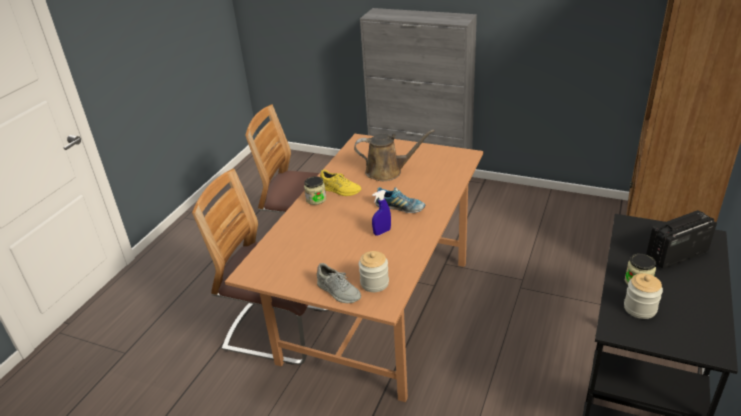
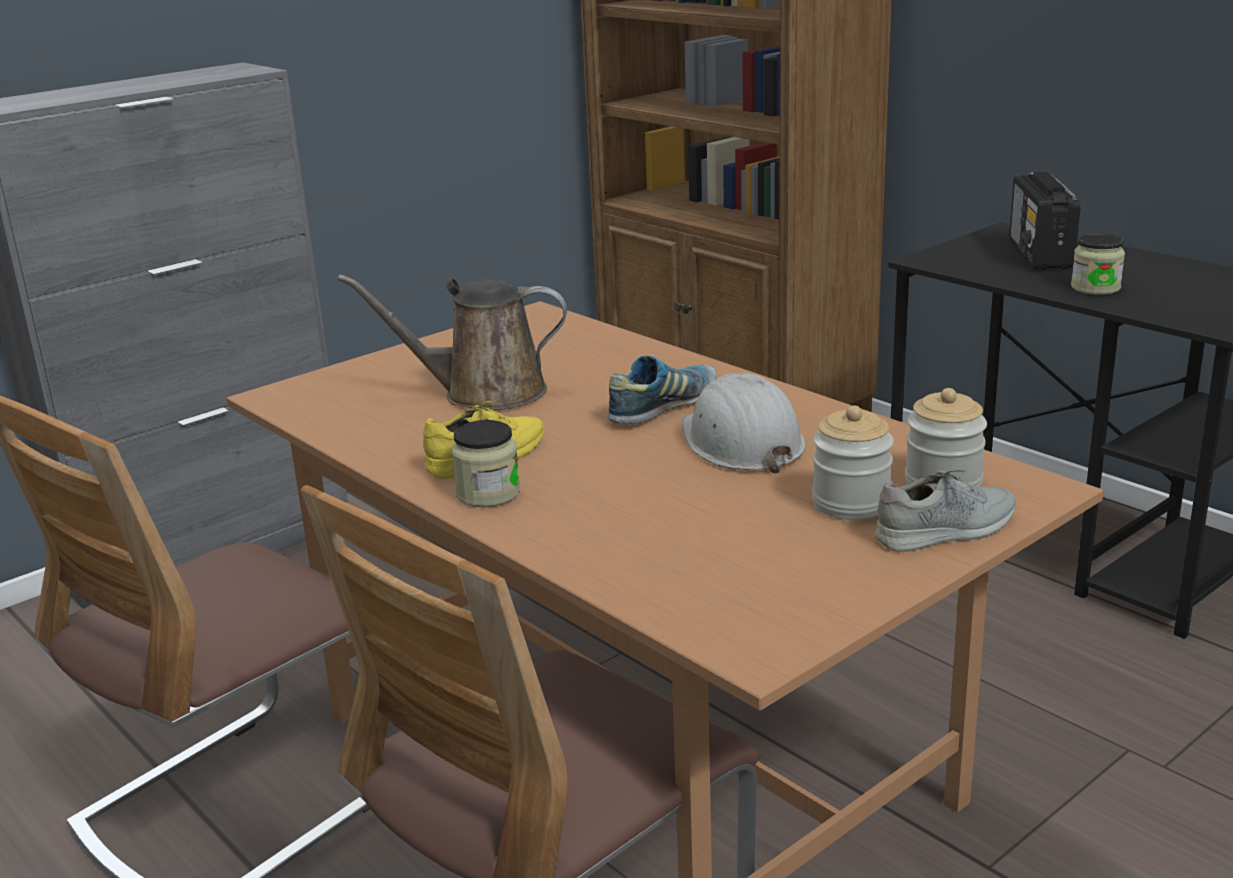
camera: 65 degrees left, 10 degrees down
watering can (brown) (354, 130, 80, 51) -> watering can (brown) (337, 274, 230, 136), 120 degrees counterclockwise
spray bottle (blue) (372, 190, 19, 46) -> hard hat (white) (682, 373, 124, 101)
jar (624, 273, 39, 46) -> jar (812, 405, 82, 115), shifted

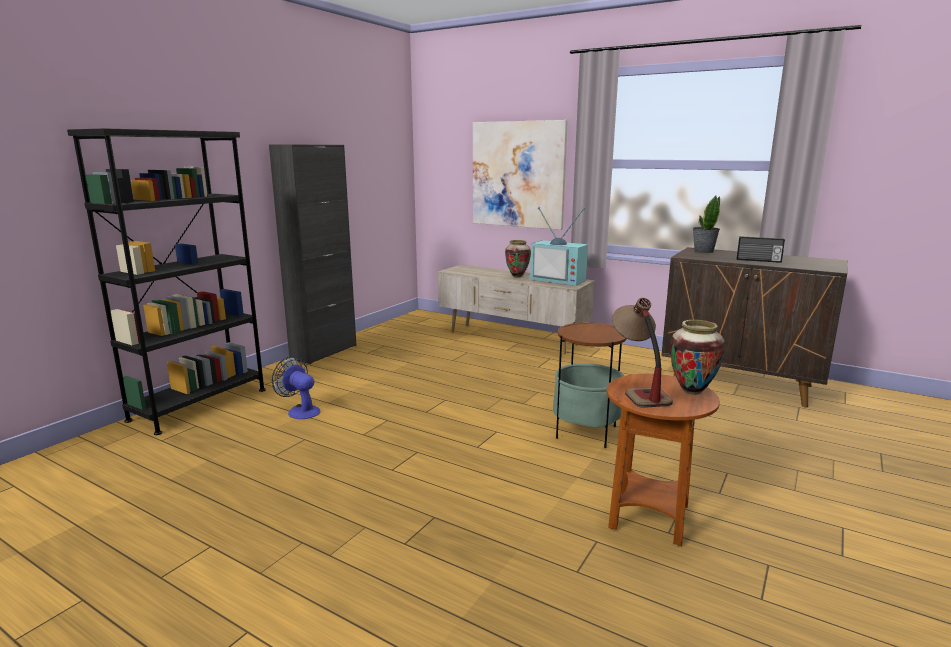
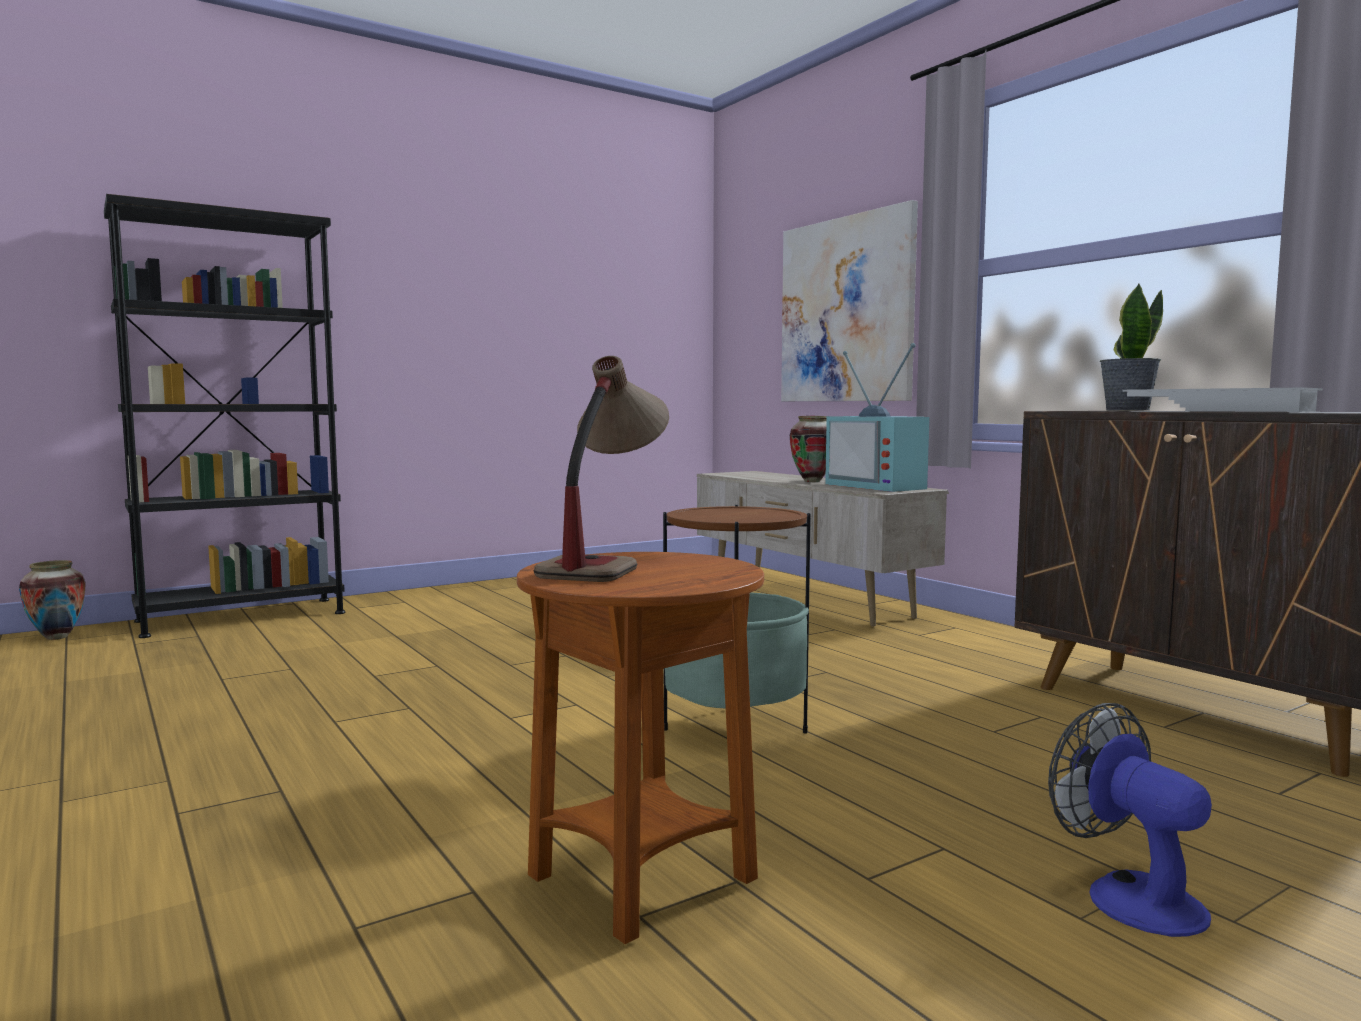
camera: 25 degrees right, 10 degrees down
vase (670, 320, 56, 75) -> vase (19, 560, 66, 80), shifted
fan (272, 356, 48, 63) -> fan (1048, 703, 164, 234), shifted
radio (737, 236, 48, 27) -> tray (white) (1122, 387, 201, 25)
cabinet (black) (269, 144, 88, 220) -> none

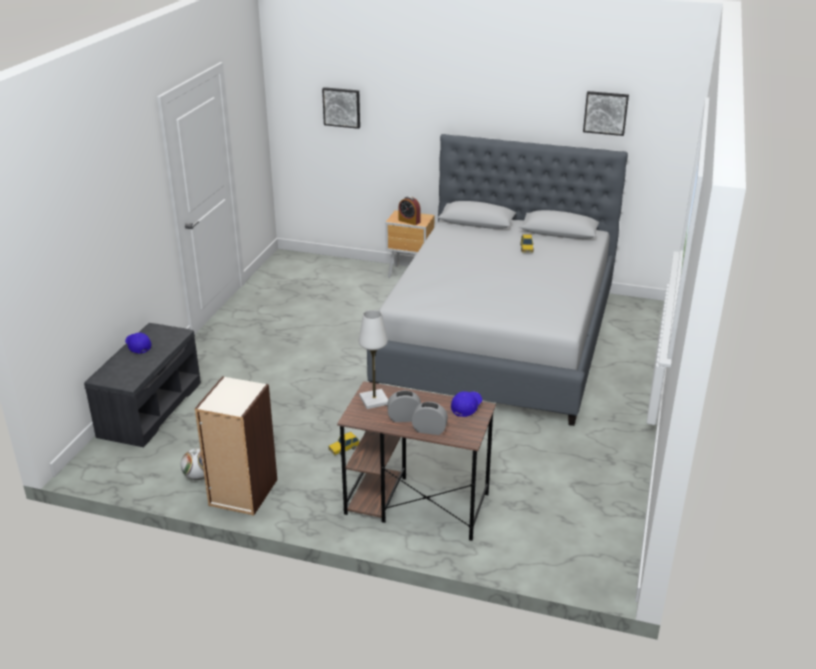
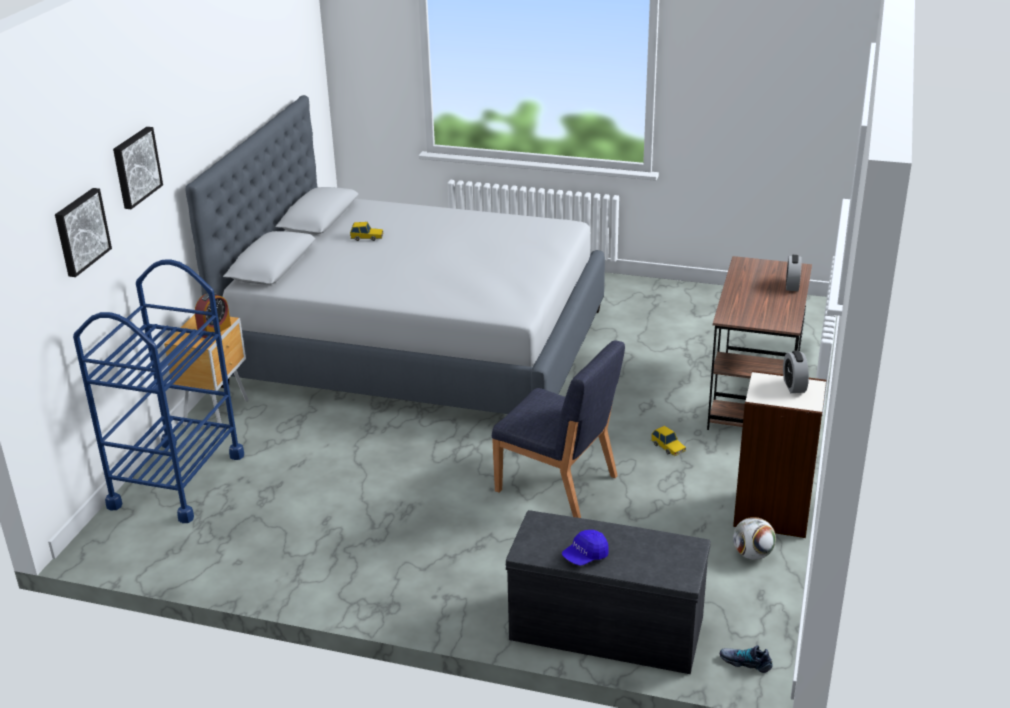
camera: 90 degrees left, 0 degrees up
none -> cart (blue) (73, 259, 171, 264)
picture (583, 91, 46, 45) -> picture (113, 127, 50, 82), shifted
none -> chair (blue) (492, 340, 133, 178)
none -> shoe (720, 645, 52, 28)
alarm clock (387, 390, 34, 32) -> alarm clock (783, 351, 26, 42), shifted
table lamp (white) (359, 310, 29, 99) -> none
cap (blue) (451, 391, 31, 26) -> none

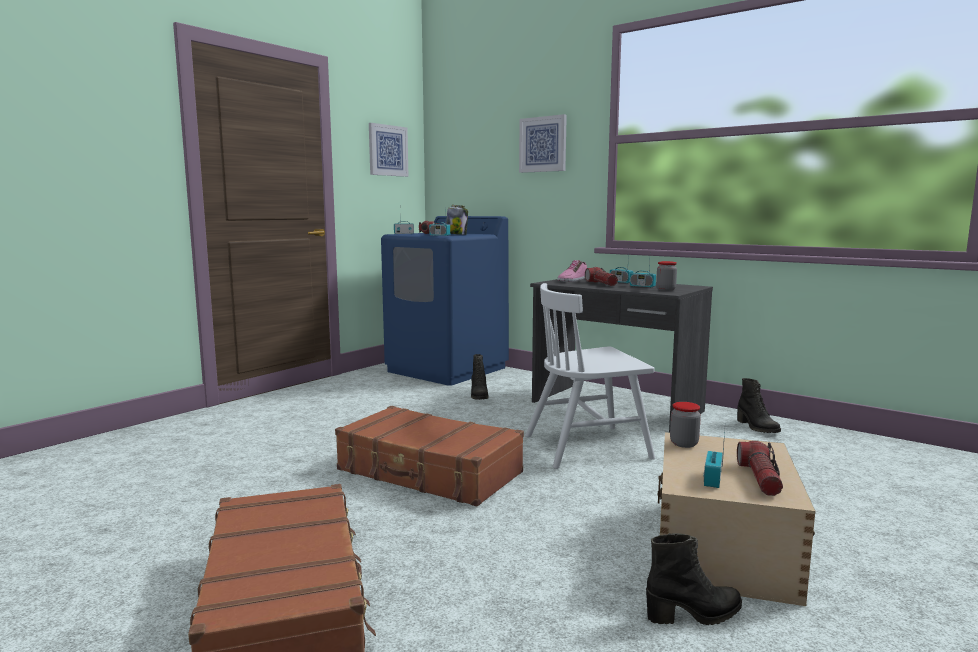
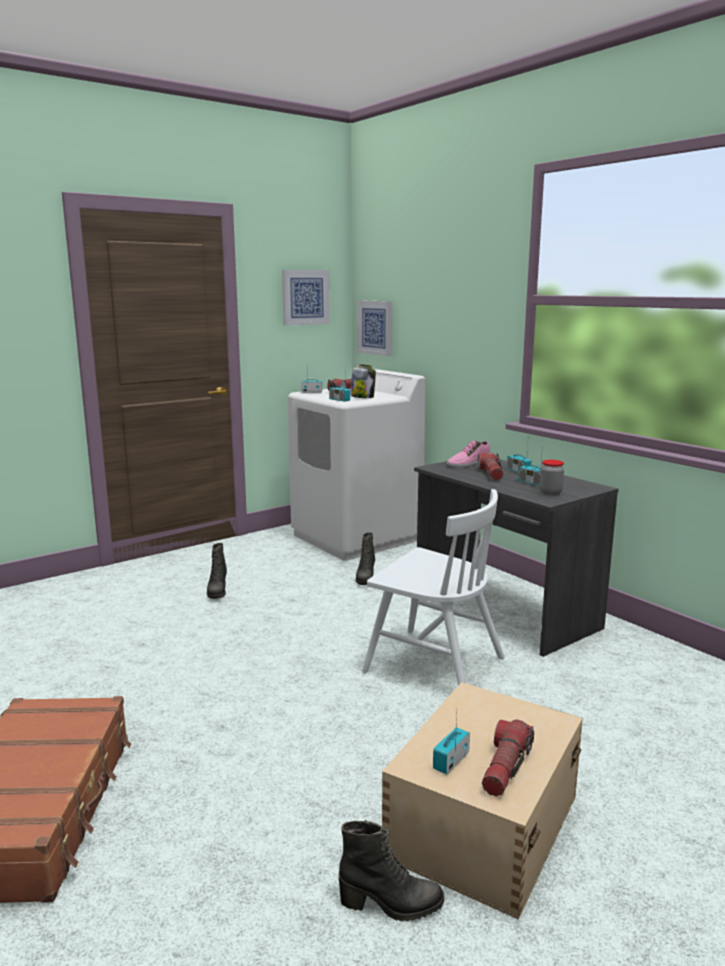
camera: 15 degrees right, 5 degrees up
boot (black) (737, 378, 44, 55) -> boot (black) (207, 543, 20, 56), shifted
washing machine (blue) (381, 216, 128, 170) -> washing machine (white) (288, 369, 137, 192)
picture (519, 114, 48, 59) -> picture (357, 300, 36, 56), shifted
chair (white) (525, 283, 130, 186) -> chair (white) (362, 489, 142, 196), 150 degrees counterclockwise
suitcase (brown) (335, 406, 189, 101) -> none
jar (670, 402, 31, 46) -> none

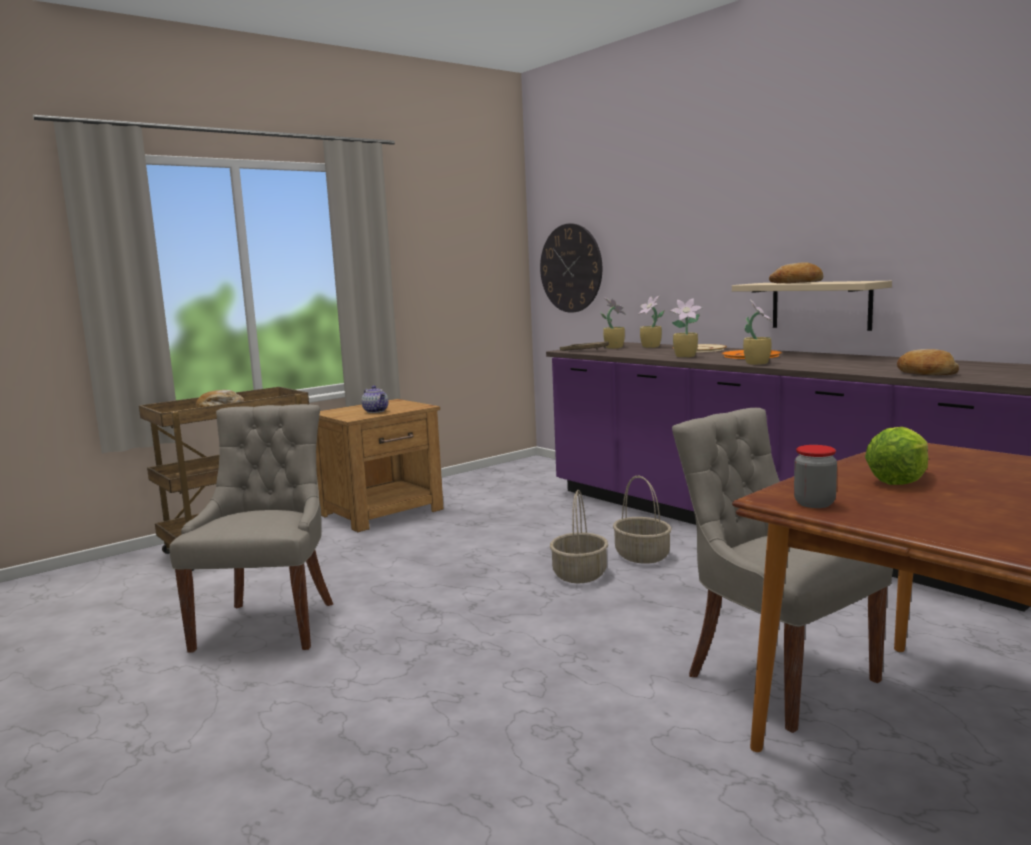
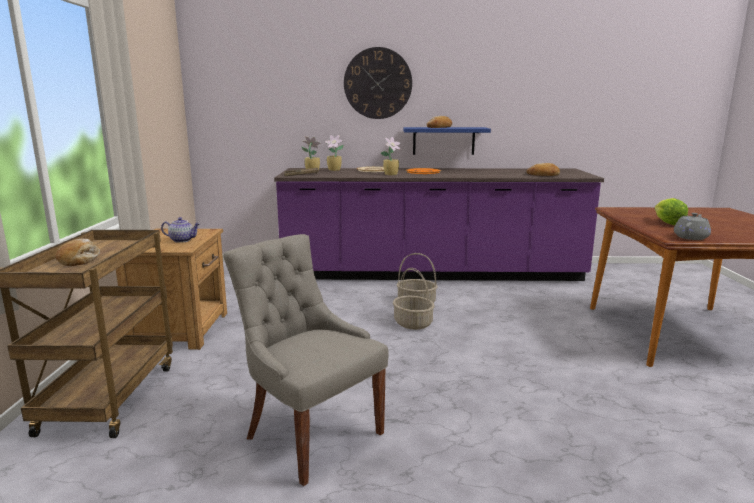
camera: 50 degrees left, 5 degrees up
wall clock (540, 223, 62, 90) -> wall clock (344, 47, 68, 72), shifted
shelf (beige) (732, 281, 160, 50) -> shelf (blue) (403, 127, 88, 28)
jar (794, 445, 43, 63) -> teapot (grey) (674, 213, 37, 27)
chair (grey) (672, 408, 221, 325) -> none
potted plant (743, 300, 29, 65) -> none

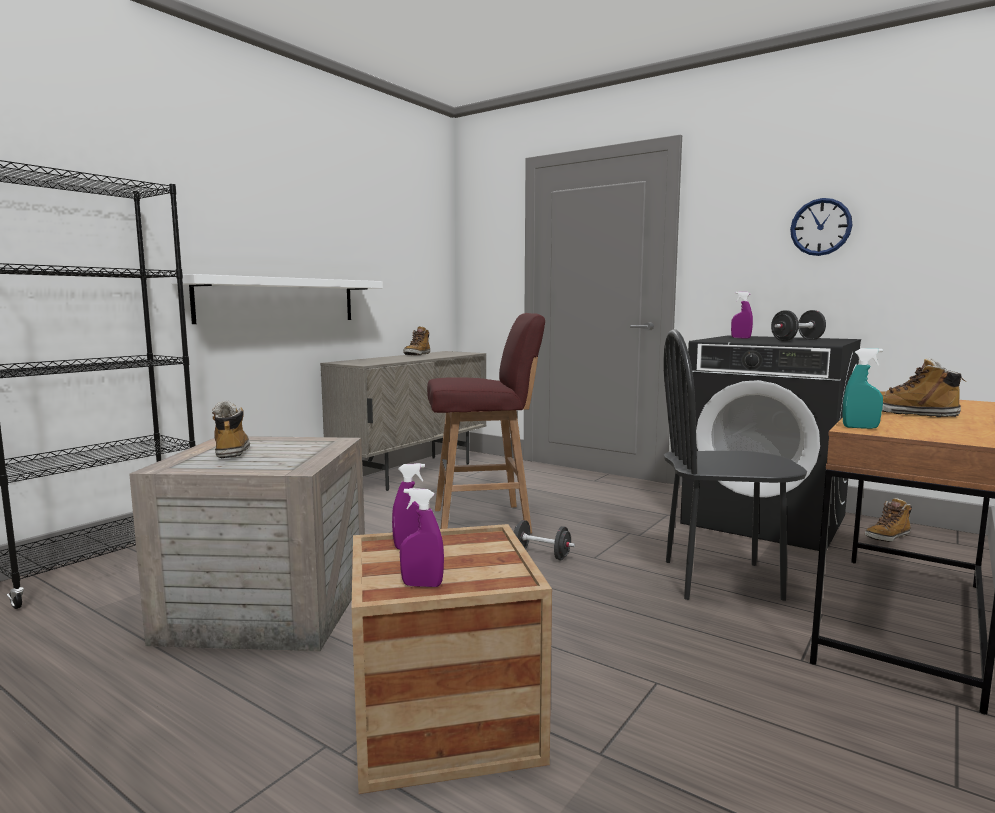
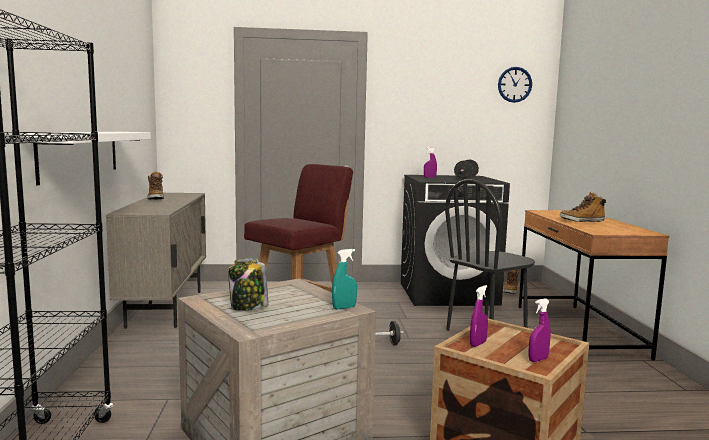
camera: 40 degrees left, 0 degrees up
boot (212, 400, 38, 58) -> jar (228, 258, 40, 53)
spray bottle (turquoise) (843, 348, 40, 81) -> spray bottle (turquoise) (332, 249, 25, 60), shifted
wall clock (790, 198, 62, 58) -> wall clock (498, 67, 34, 36), shifted

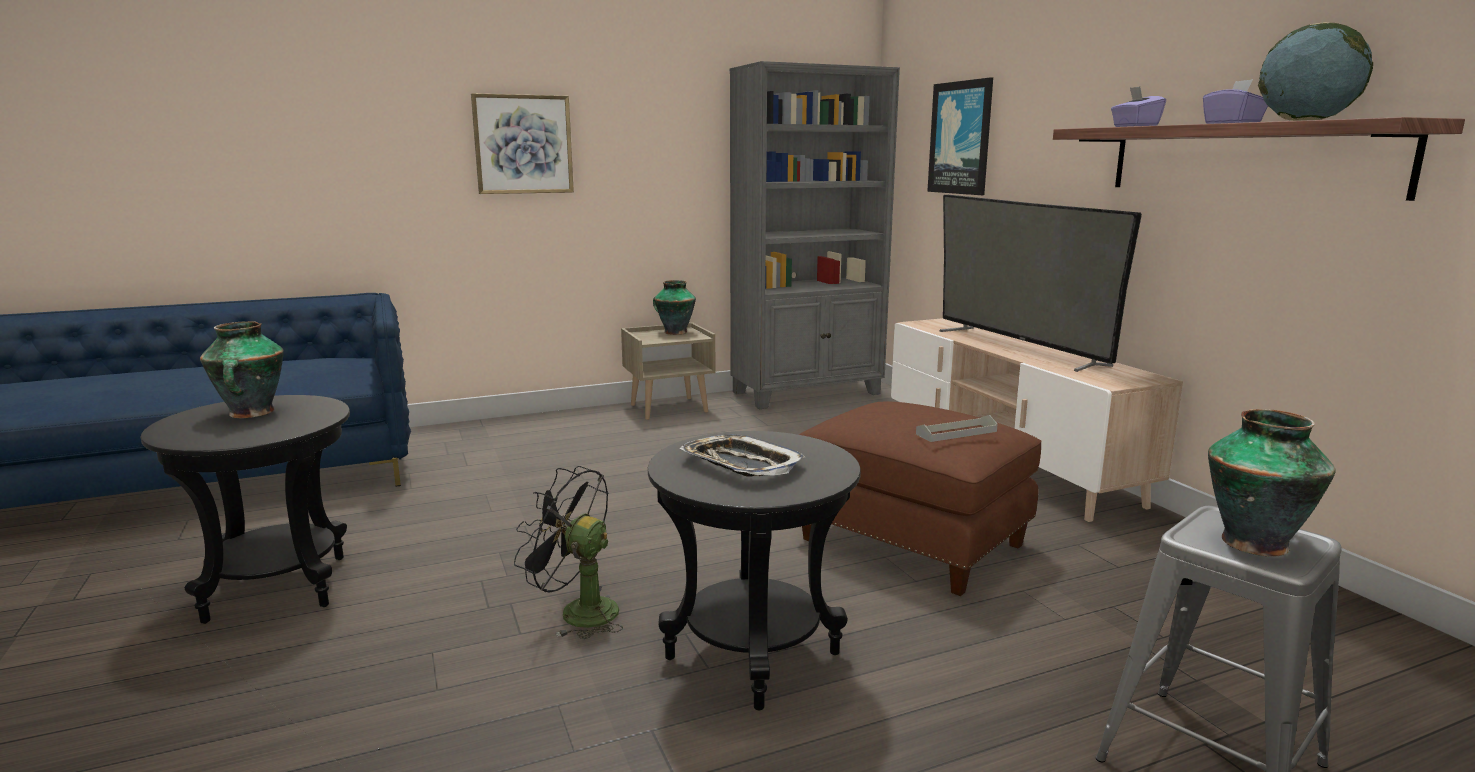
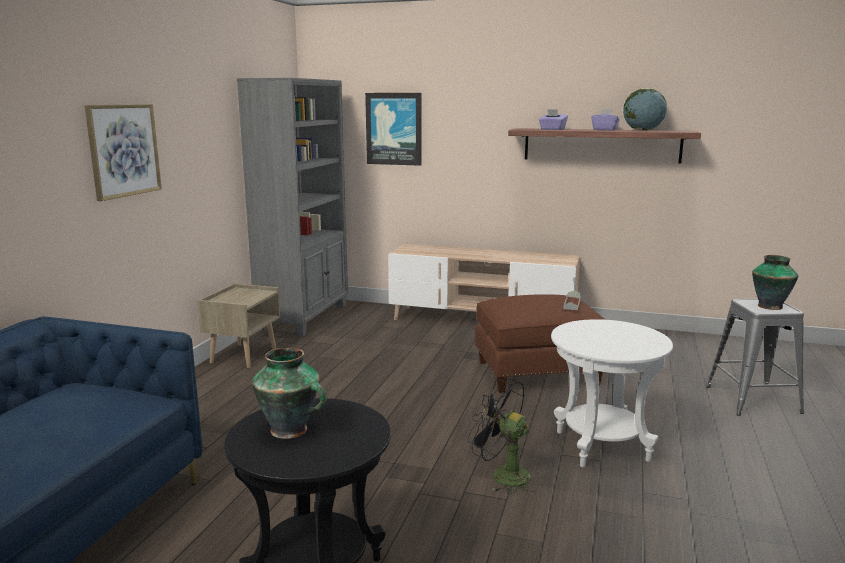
camera: 50 degrees left, 0 degrees up
fan (black) (514, 466, 109, 173) -> fan (black) (468, 378, 68, 117), 60 degrees clockwise
side table (black) (648, 431, 213, 280) -> side table (white) (551, 319, 122, 148)
vase (653, 280, 43, 55) -> none
tray (679, 434, 127, 43) -> none
television (940, 195, 202, 177) -> none

